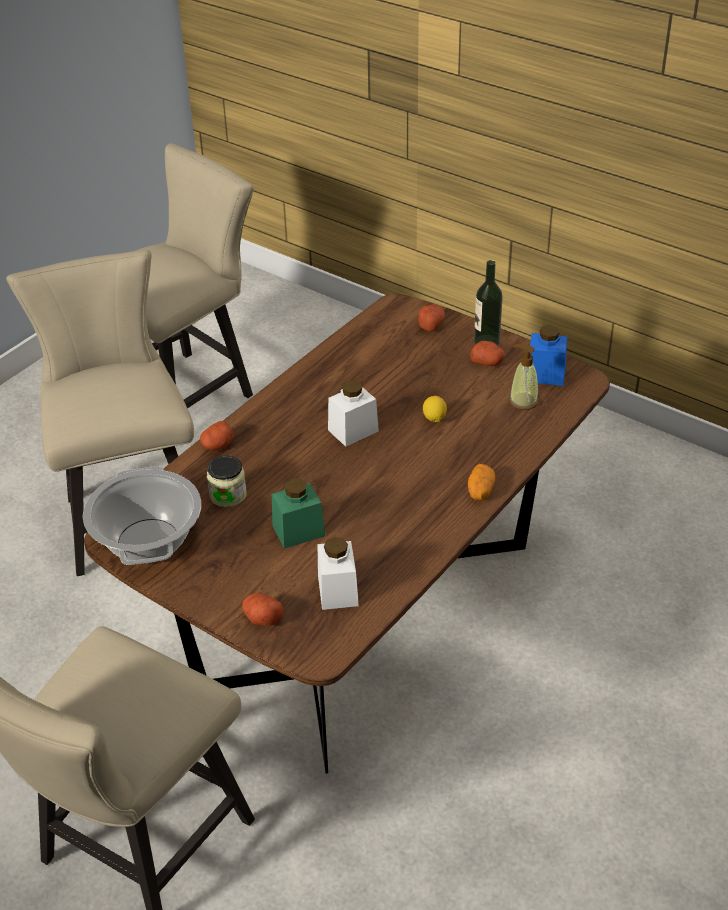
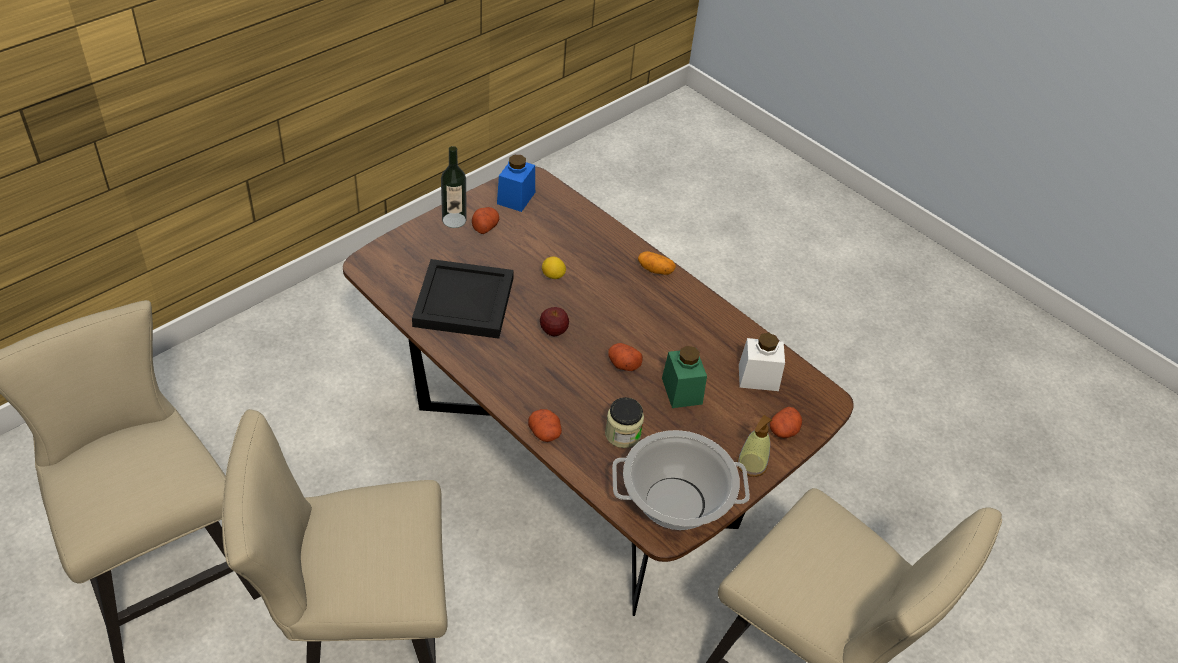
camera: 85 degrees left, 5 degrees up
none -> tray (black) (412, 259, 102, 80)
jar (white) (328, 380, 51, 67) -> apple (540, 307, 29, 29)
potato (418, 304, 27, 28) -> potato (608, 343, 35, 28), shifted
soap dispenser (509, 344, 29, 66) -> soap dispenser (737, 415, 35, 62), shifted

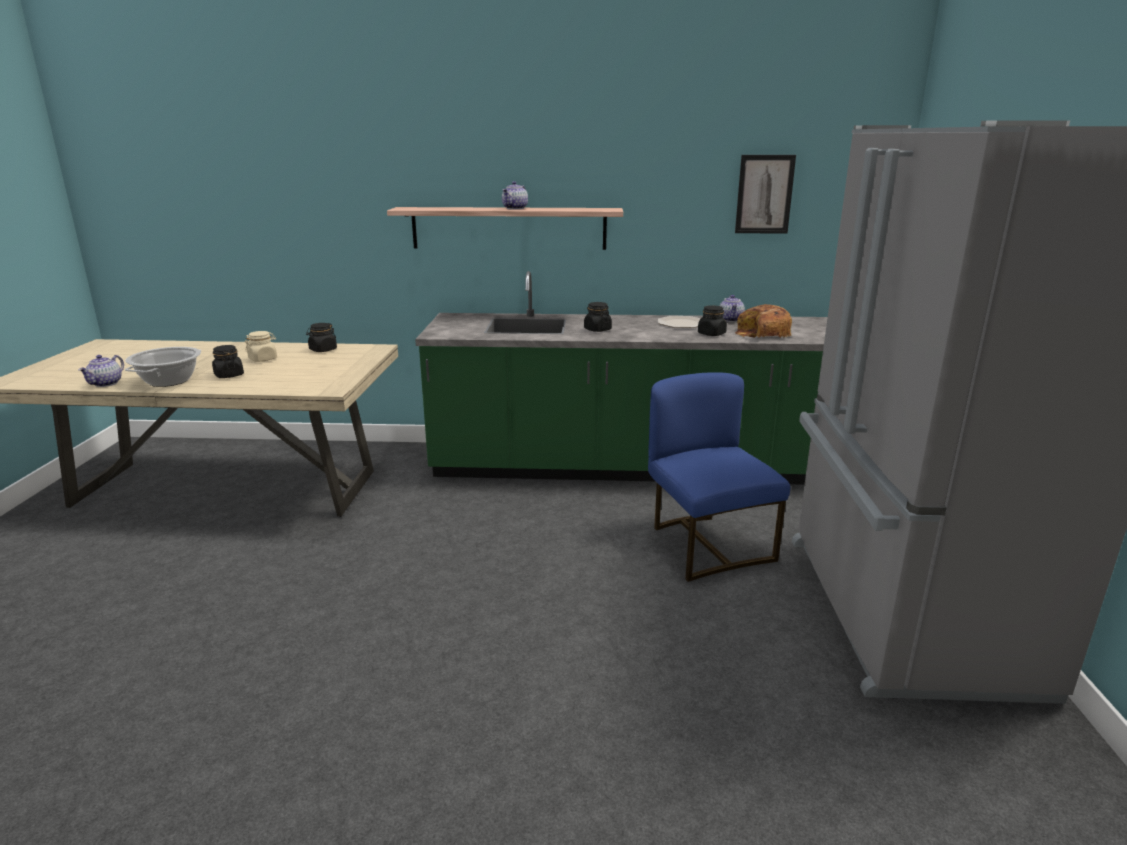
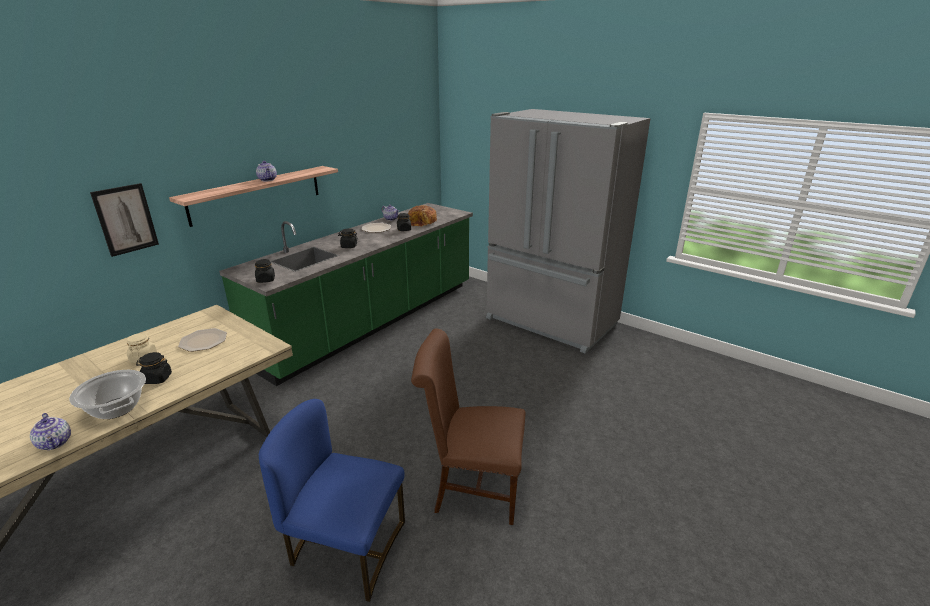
camera: 55 degrees left, 5 degrees up
picture (735, 155, 61, 79) -> picture (90, 183, 69, 74), shifted
none -> plate (178, 328, 49, 24)
jar (black) (306, 323, 31, 29) -> jar (black) (255, 259, 20, 24), shifted
chair (blue) (648, 372, 142, 210) -> chair (blue) (259, 399, 146, 203), shifted
none -> chair (brown) (411, 328, 115, 197)

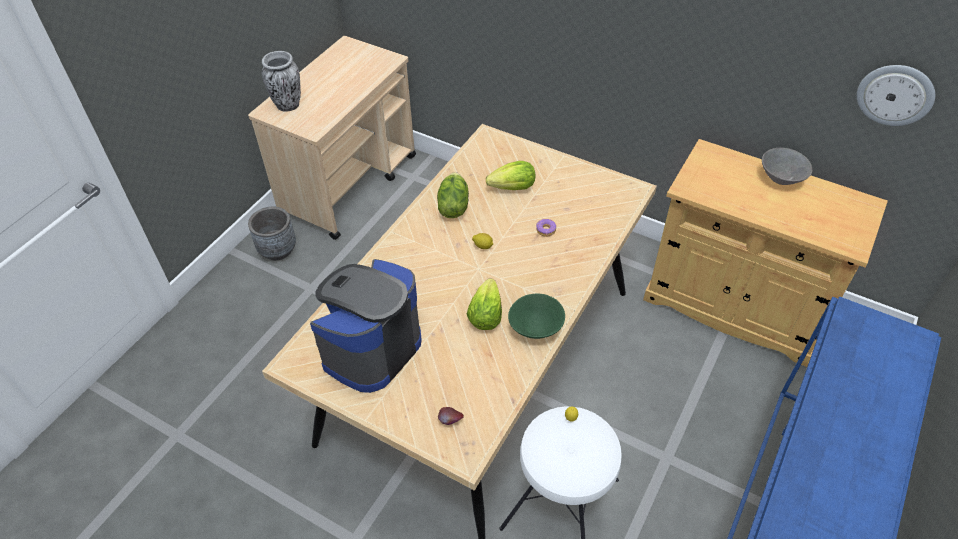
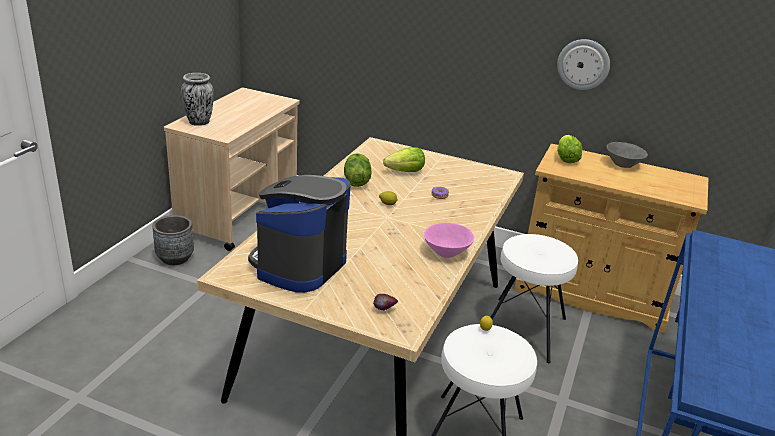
camera: 10 degrees left, 20 degrees down
bowl (green) (508, 294, 57, 45) -> bowl (pink) (424, 223, 50, 35)
none -> stool (white) (491, 234, 87, 129)
wall clock (857, 65, 78, 61) -> wall clock (557, 39, 53, 51), shifted
lettuce (467, 278, 35, 52) -> lettuce (557, 135, 26, 28), shifted

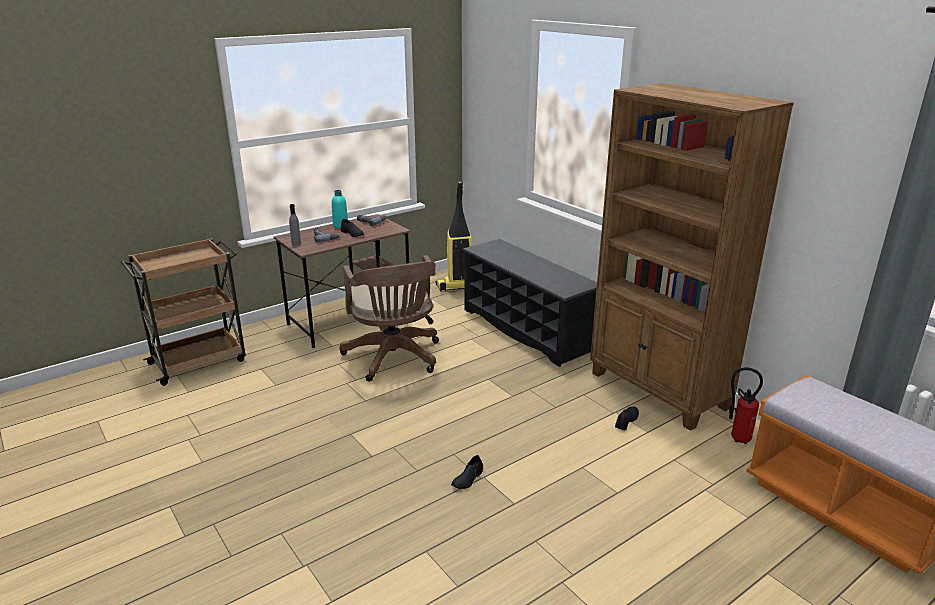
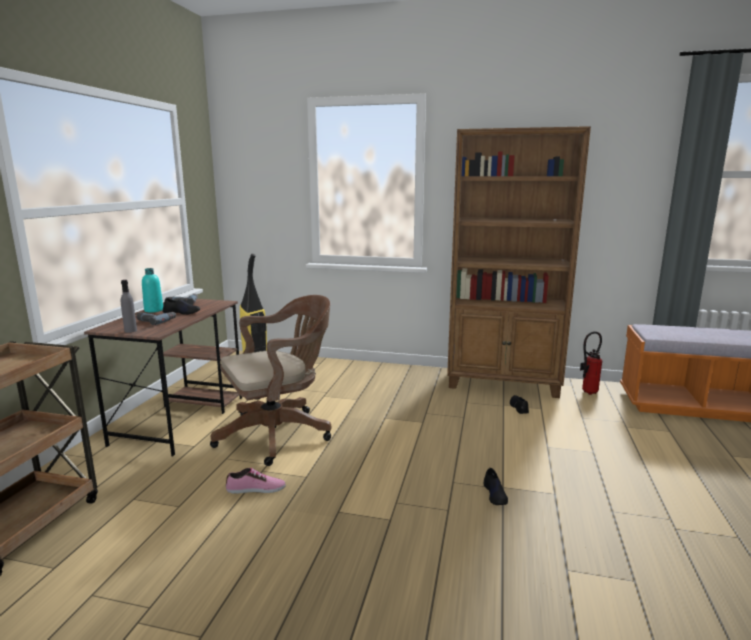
camera: 40 degrees left, 10 degrees down
office chair (brown) (339, 255, 100, 127) -> office chair (brown) (210, 295, 121, 171), 60 degrees counterclockwise
none -> shoe (226, 468, 60, 26)
shoe rack (black) (461, 239, 136, 128) -> none

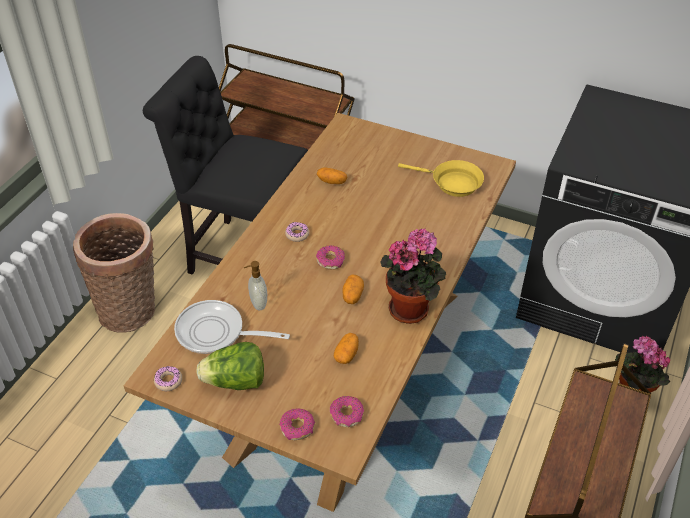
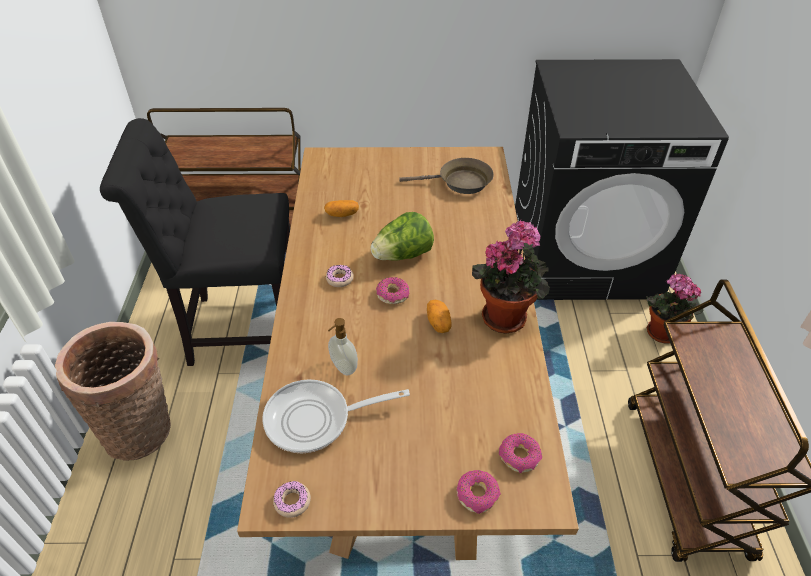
camera: 25 degrees left, 0 degrees up
lettuce (196, 342, 68, 48) -> lettuce (370, 212, 64, 49), shifted
frying pan (yellow) (398, 160, 86, 37) -> frying pan (brown) (399, 158, 95, 36)
potato (333, 333, 26, 31) -> none

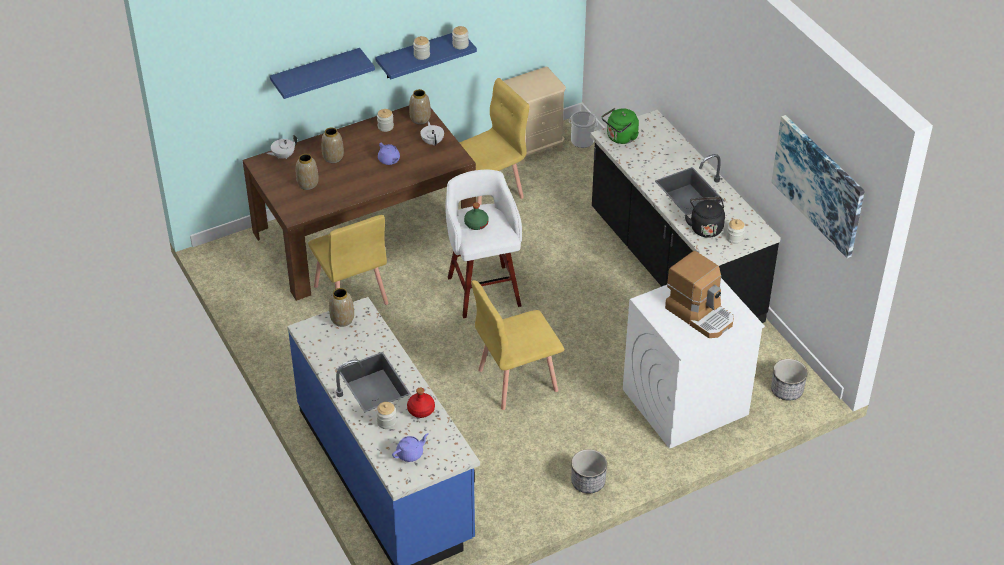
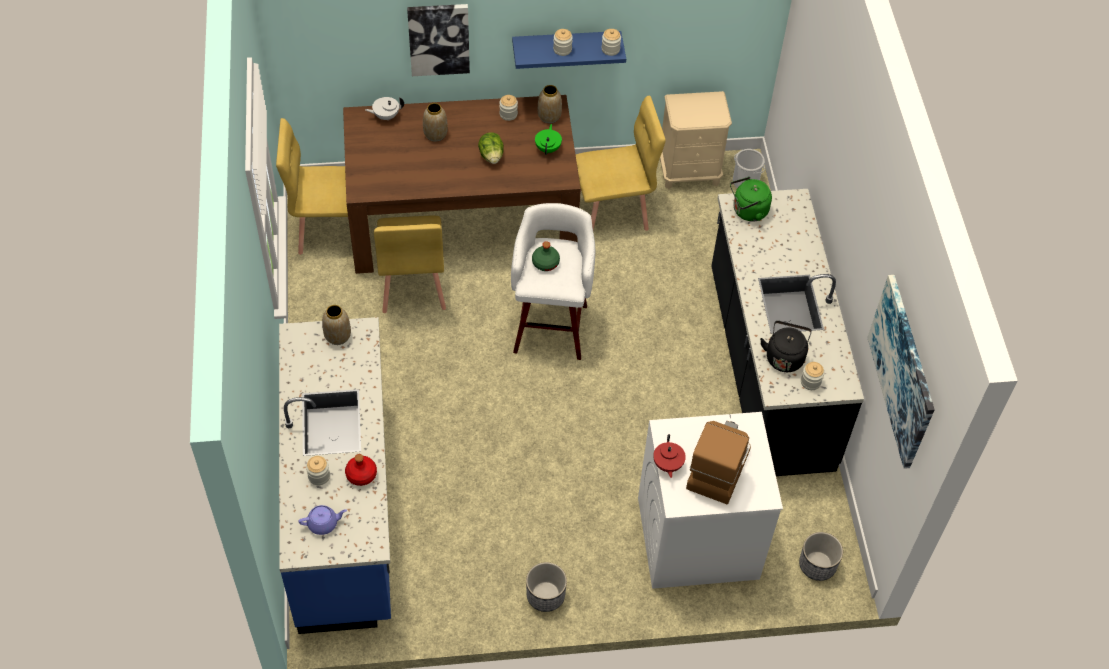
camera: 20 degrees right, 10 degrees up
chair (yellow) (471, 280, 94, 130) -> chair (yellow) (276, 118, 73, 137), shifted
shelf (blue) (270, 48, 105, 51) -> picture (407, 4, 63, 72)
teapot (purple) (378, 143, 22, 22) -> lettuce (478, 132, 26, 32)
teapot (white) (420, 121, 24, 24) -> teapot (green) (535, 124, 27, 31)
none -> teapot (red) (653, 434, 33, 44)
coffee machine (665, 251, 69, 87) -> coffee machine (686, 421, 65, 83), 135 degrees counterclockwise
vase (296, 154, 23, 36) -> none

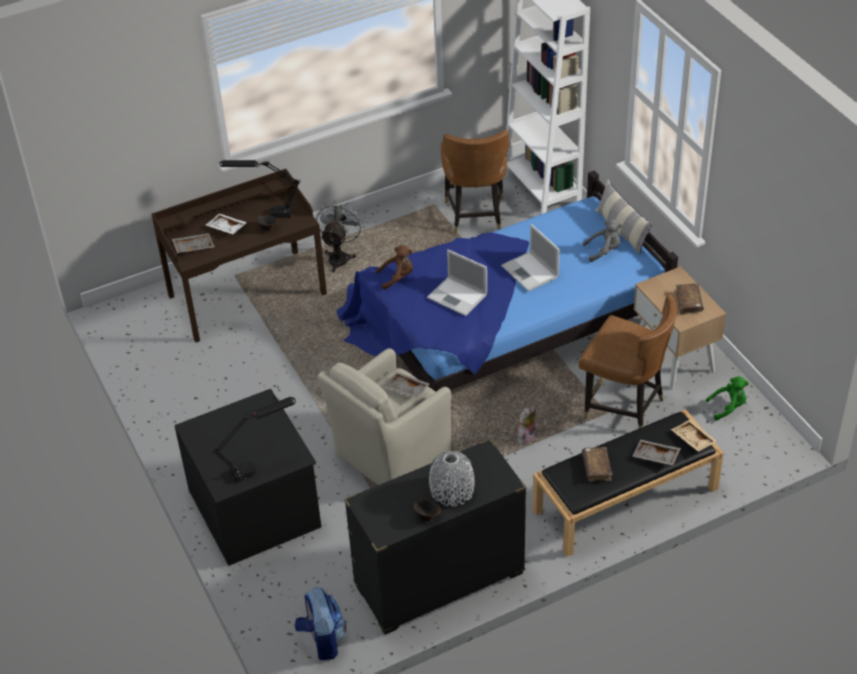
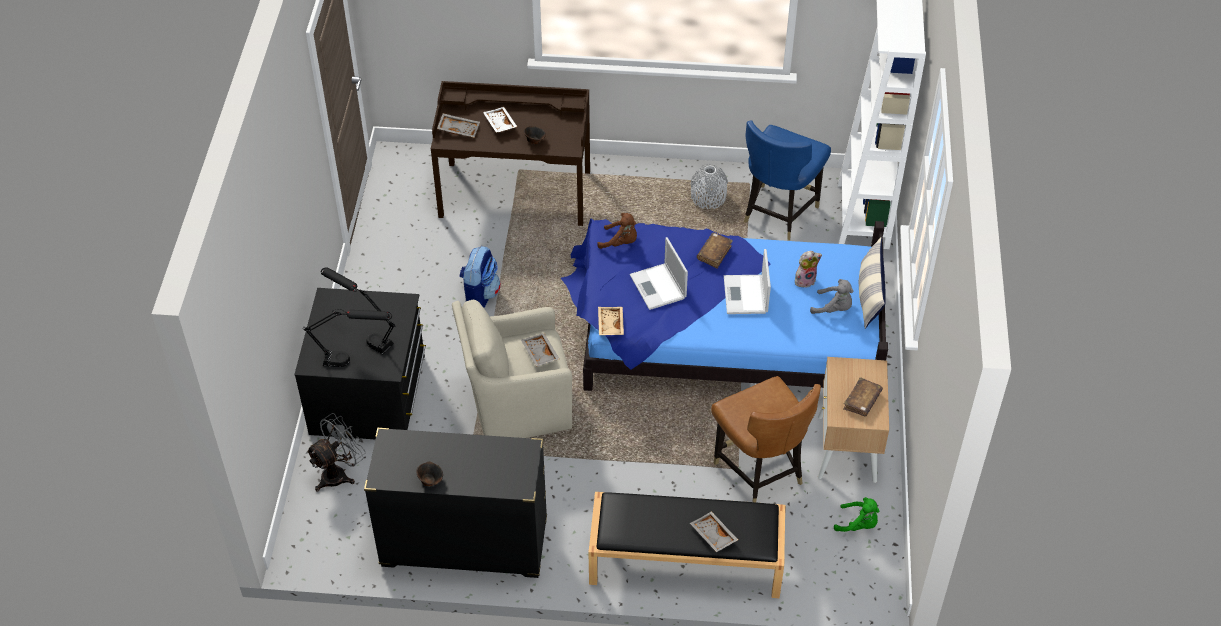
camera: 30 degrees right, 5 degrees up
fan (grey) (316, 200, 47, 73) -> fan (grey) (306, 413, 60, 78), shifted
table lamp (black) (219, 160, 82, 58) -> table lamp (black) (321, 267, 75, 88), shifted
backpack (295, 587, 51, 73) -> backpack (459, 246, 42, 62), shifted
tray (beige) (671, 420, 46, 32) -> tray (beige) (598, 307, 26, 28), shifted
vase (grey) (429, 450, 45, 57) -> vase (grey) (691, 164, 37, 45), shifted
book (brown) (582, 447, 31, 34) -> book (brown) (697, 233, 36, 36), shifted
chair (brown) (441, 130, 68, 104) -> chair (blue) (744, 120, 87, 120)
plush toy (517, 407, 19, 38) -> plush toy (795, 251, 27, 36), shifted

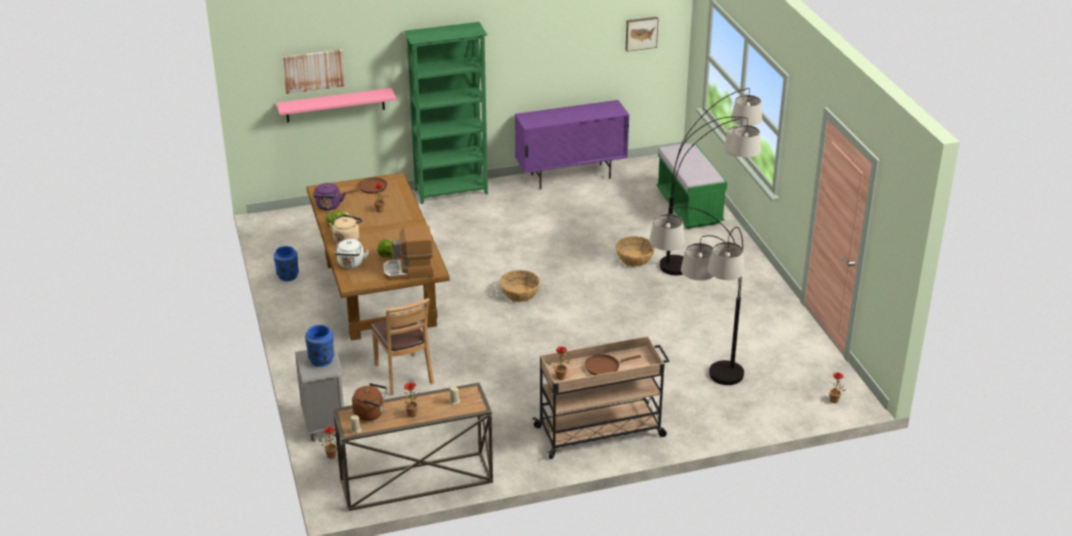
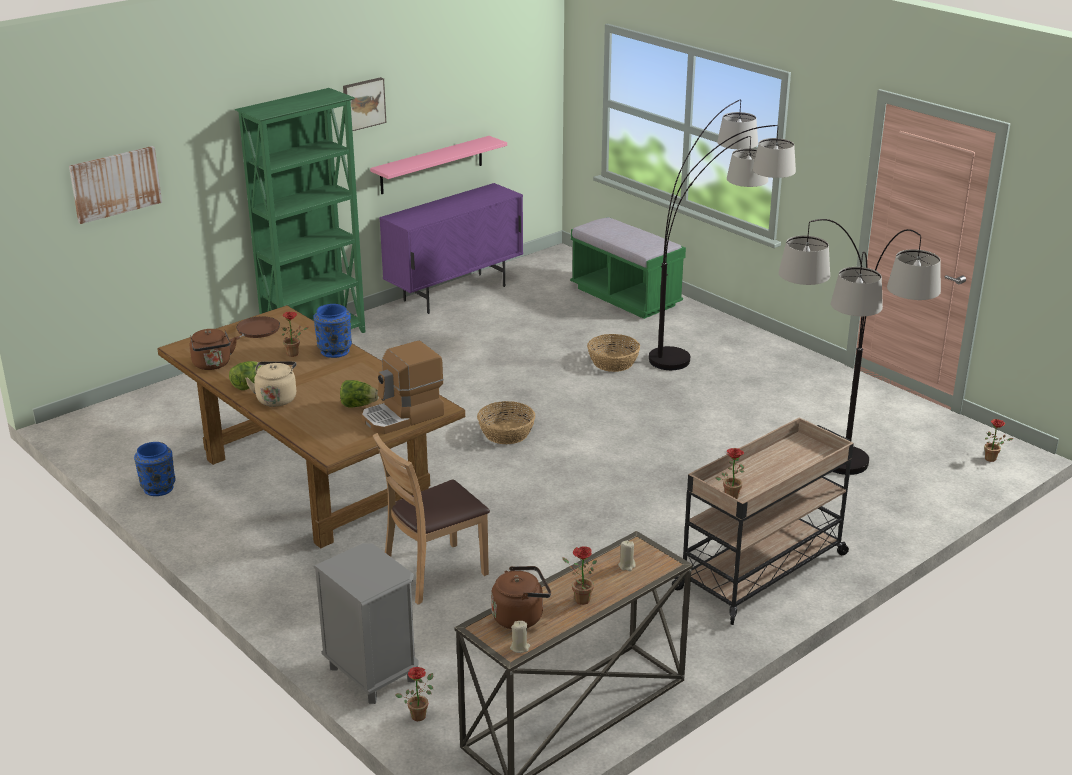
camera: 25 degrees left, 5 degrees down
kettle (purple) (313, 183, 32, 27) -> kettle (brown) (190, 329, 47, 41)
vase (blue) (305, 325, 30, 42) -> vase (blue) (313, 304, 39, 54), shifted
picture (626, 17, 33, 35) -> picture (343, 77, 43, 54), shifted
shelf (pink) (277, 88, 119, 35) -> shelf (pink) (370, 136, 137, 58), shifted
chair (brown) (370, 298, 64, 97) -> chair (brown) (373, 433, 117, 172), 105 degrees clockwise
kettle (white) (334, 239, 35, 29) -> none
frying pan (brown) (585, 354, 56, 21) -> none

